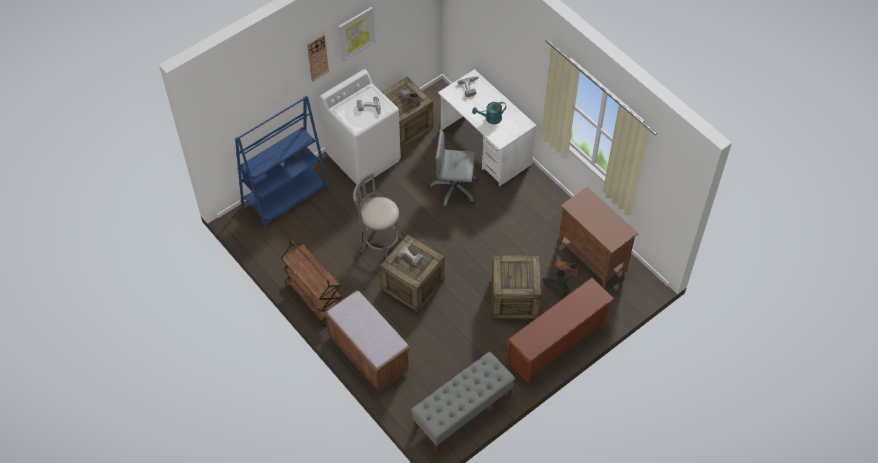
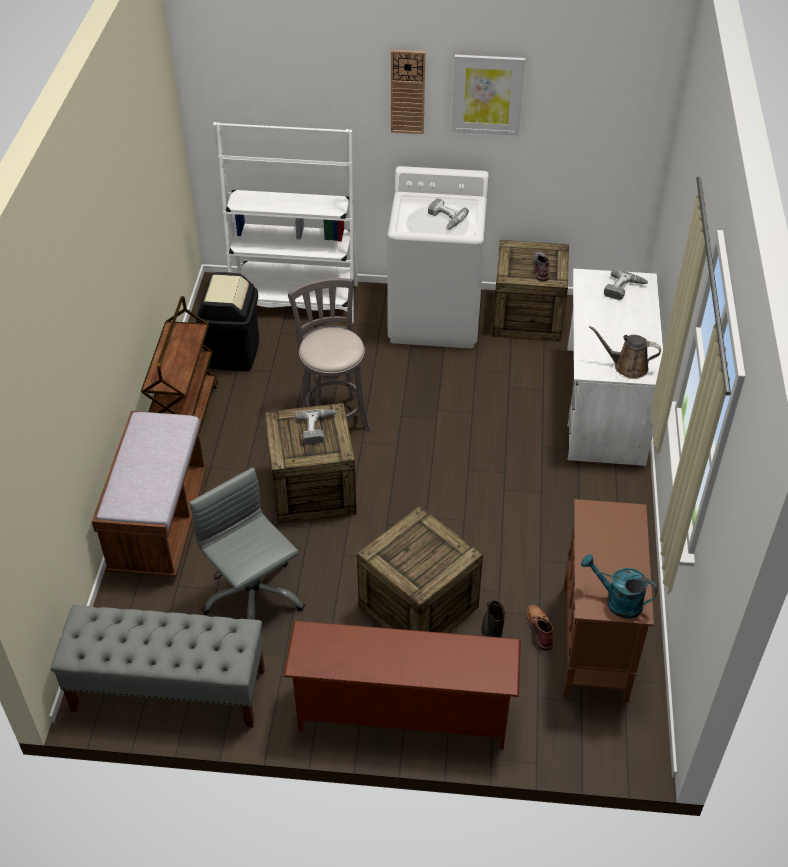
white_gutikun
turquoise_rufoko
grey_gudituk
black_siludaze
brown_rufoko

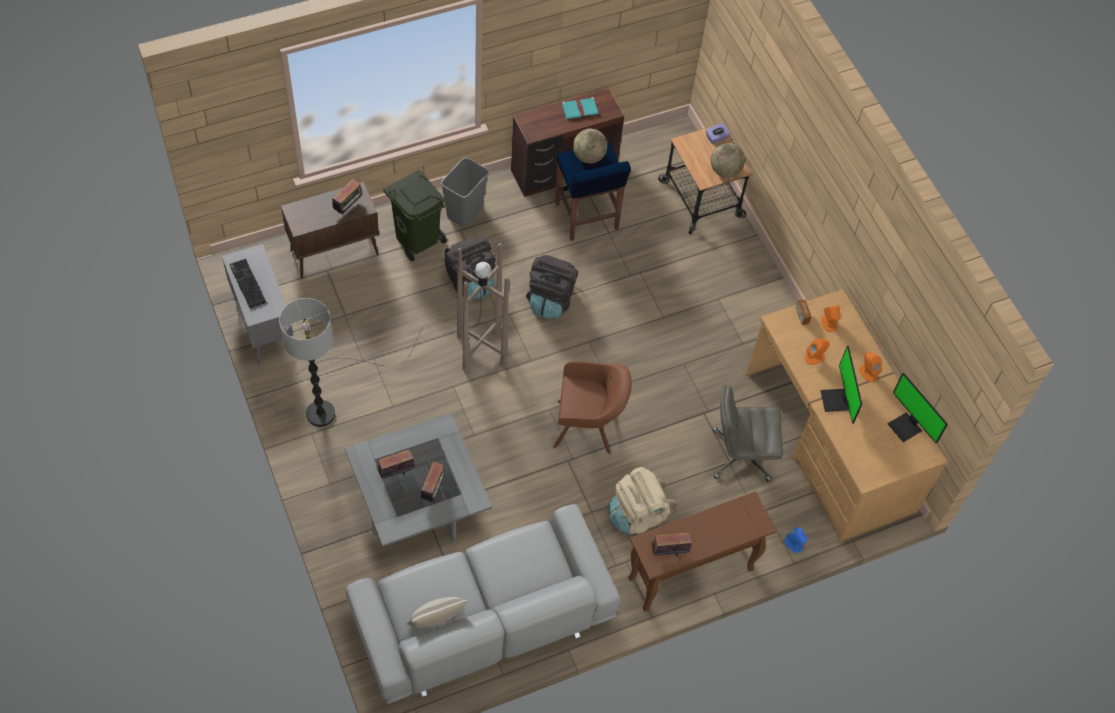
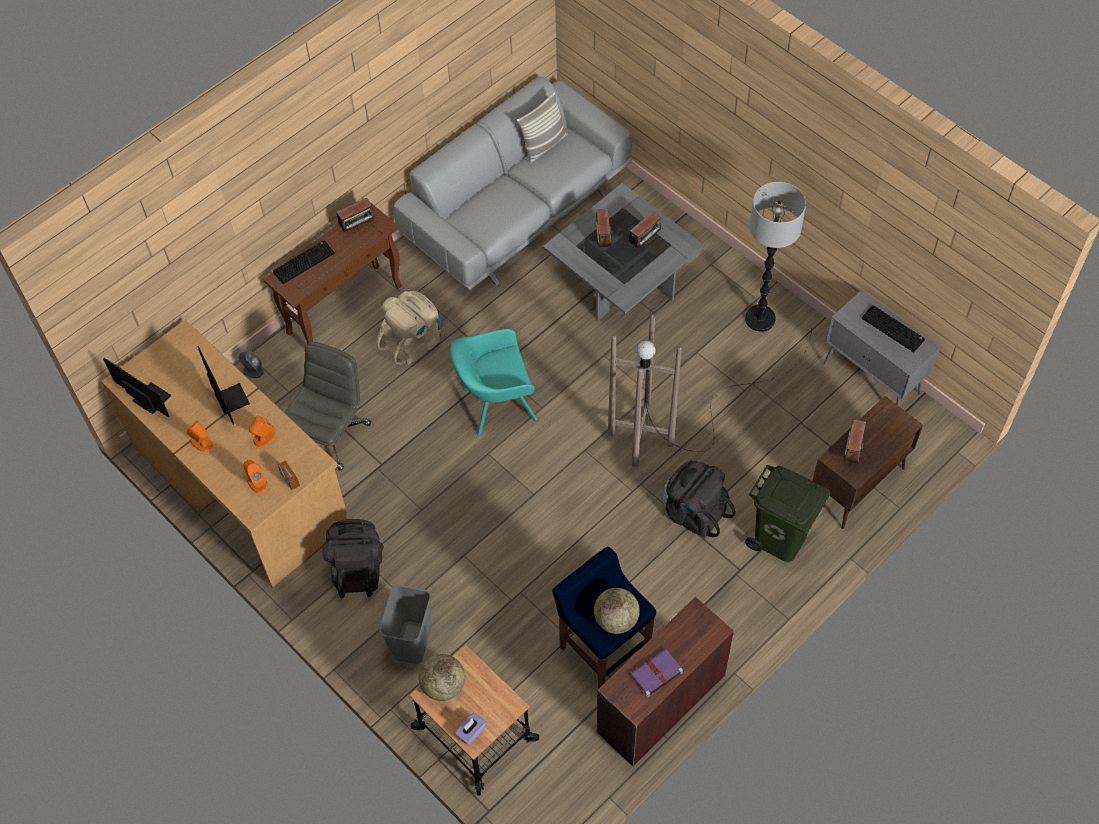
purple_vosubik
grey_siludaze
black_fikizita (1st from left)
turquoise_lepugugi
grey_gudituk
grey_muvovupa
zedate (1st from left)

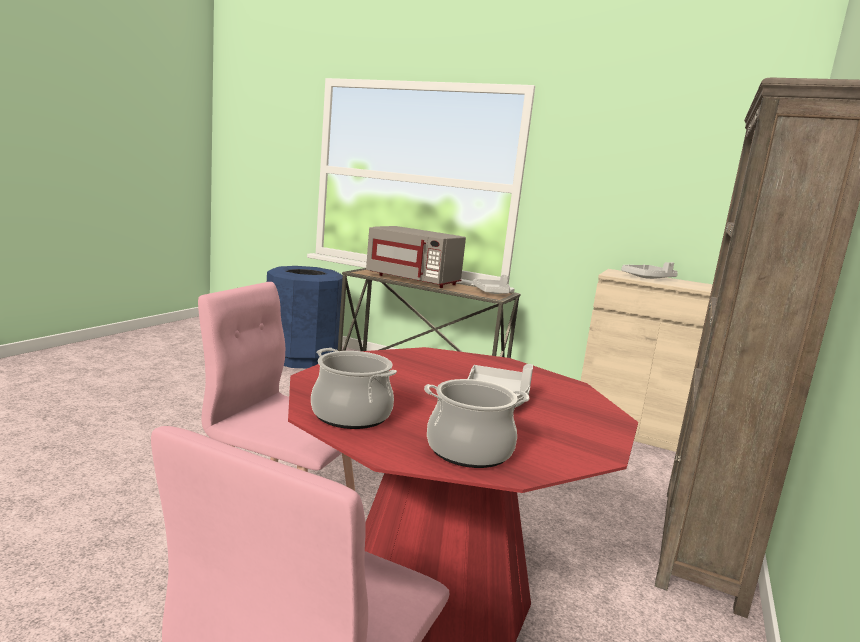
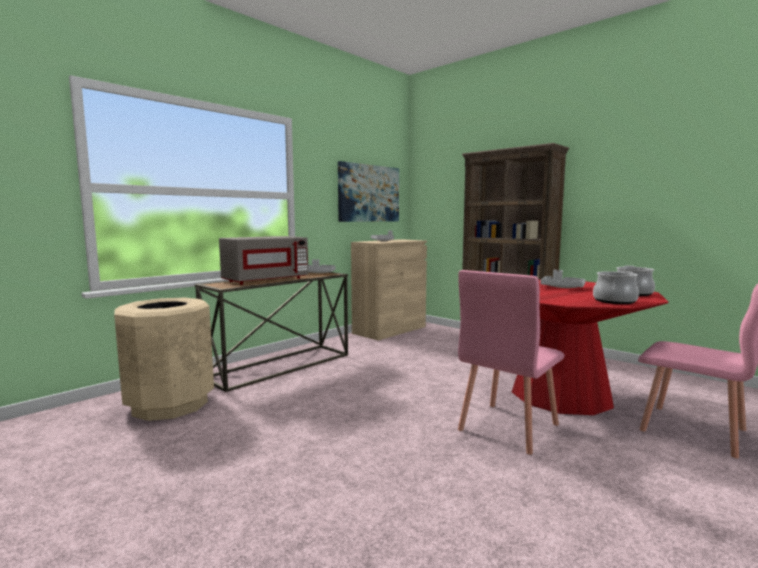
beige_siludaze
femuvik

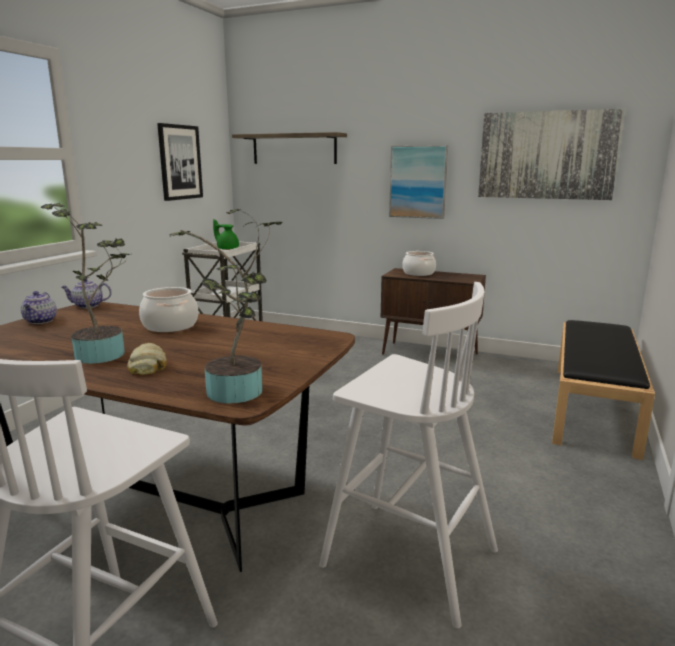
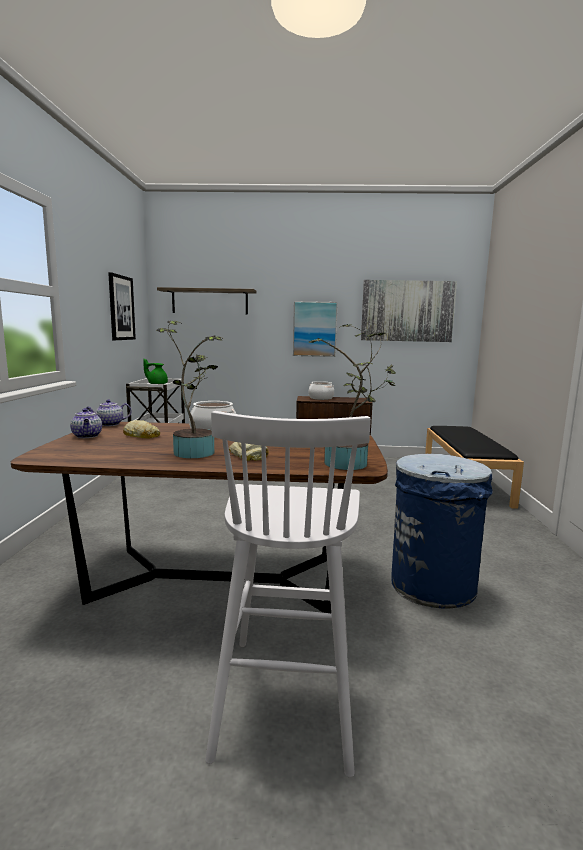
blue_siludaze
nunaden (1st from left)

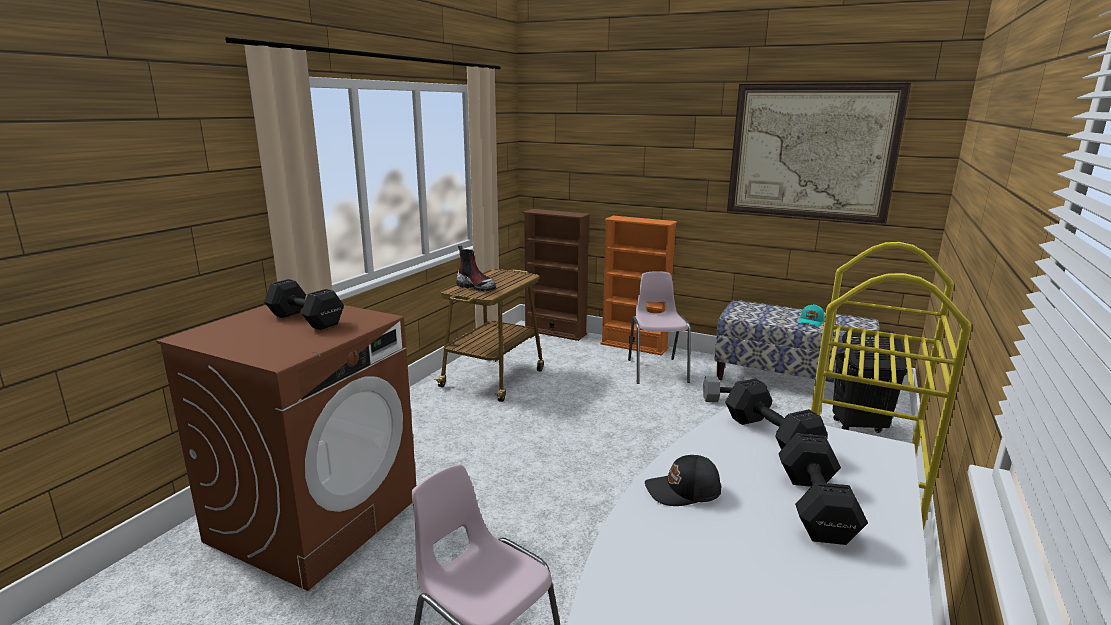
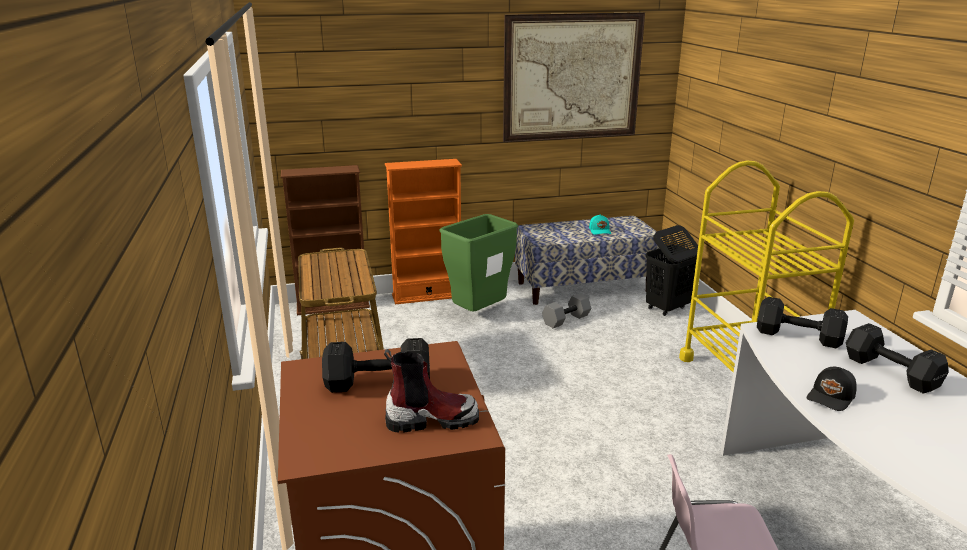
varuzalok
green_siludaze

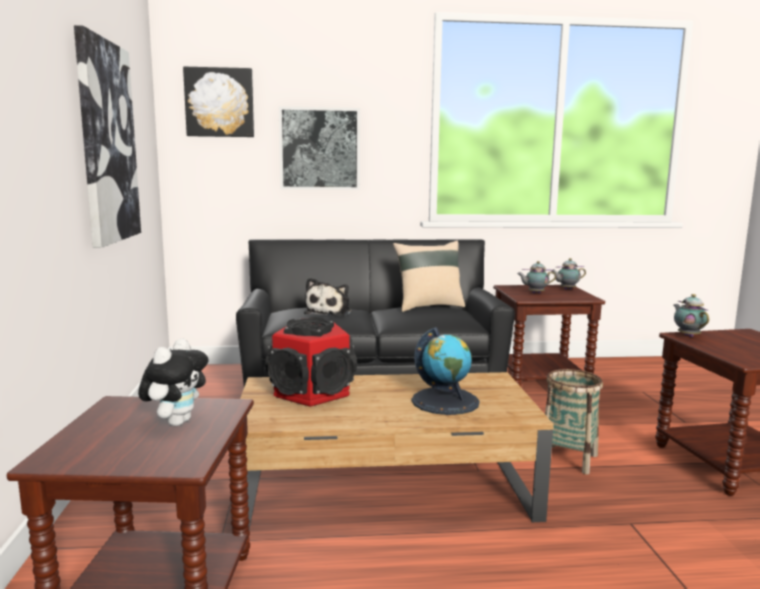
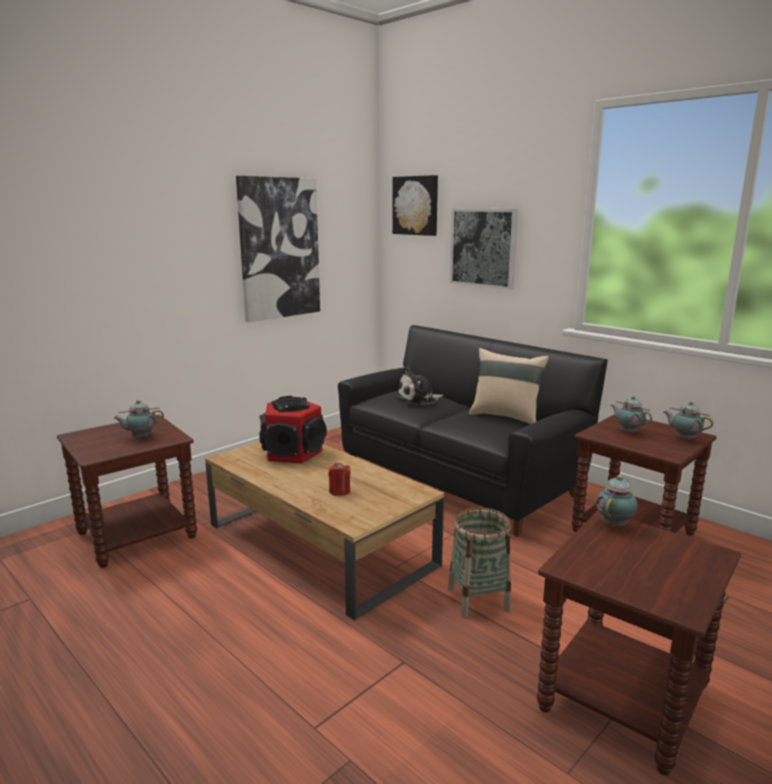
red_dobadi
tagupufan (1st from left)

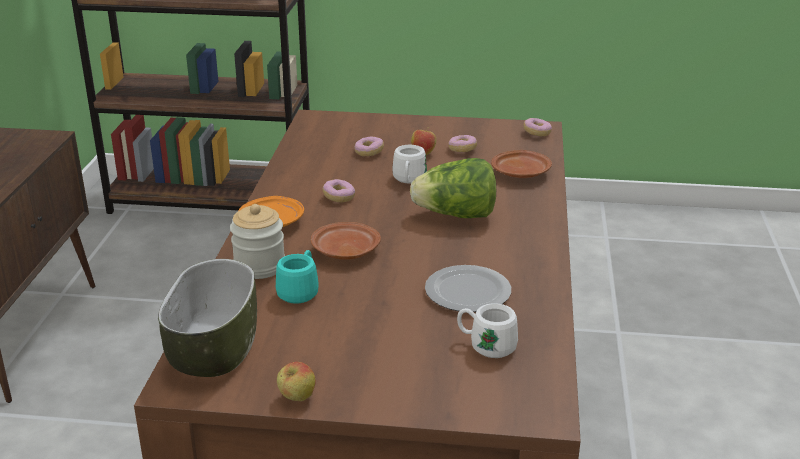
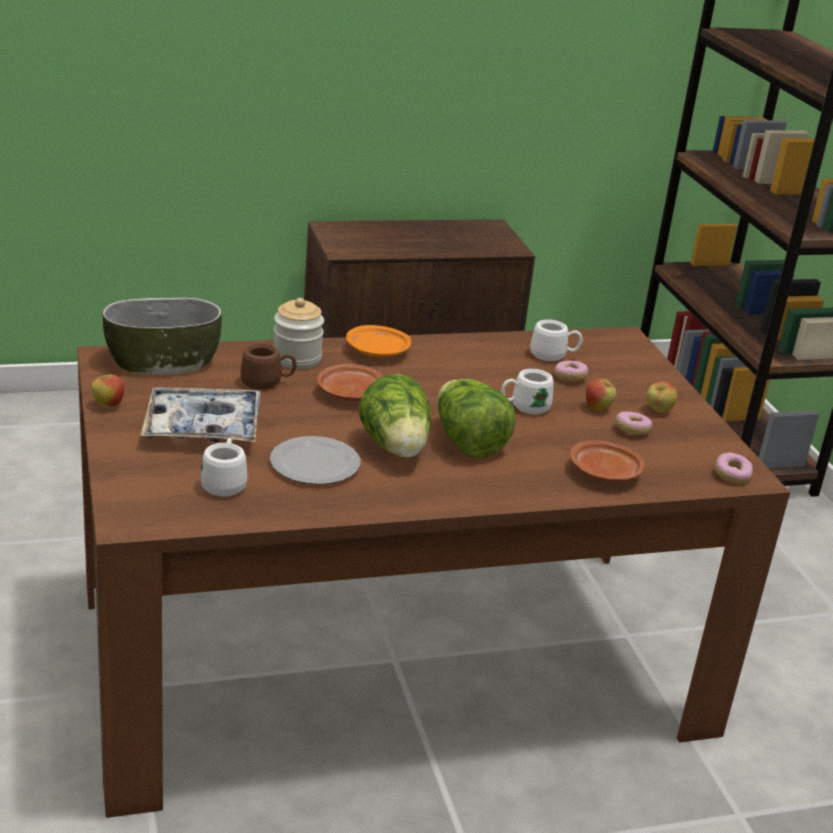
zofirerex (1st from left in the first image)
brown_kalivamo
white_kalivamo (3rd from left)
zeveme (1st from left)
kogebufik (3rd from left)
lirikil

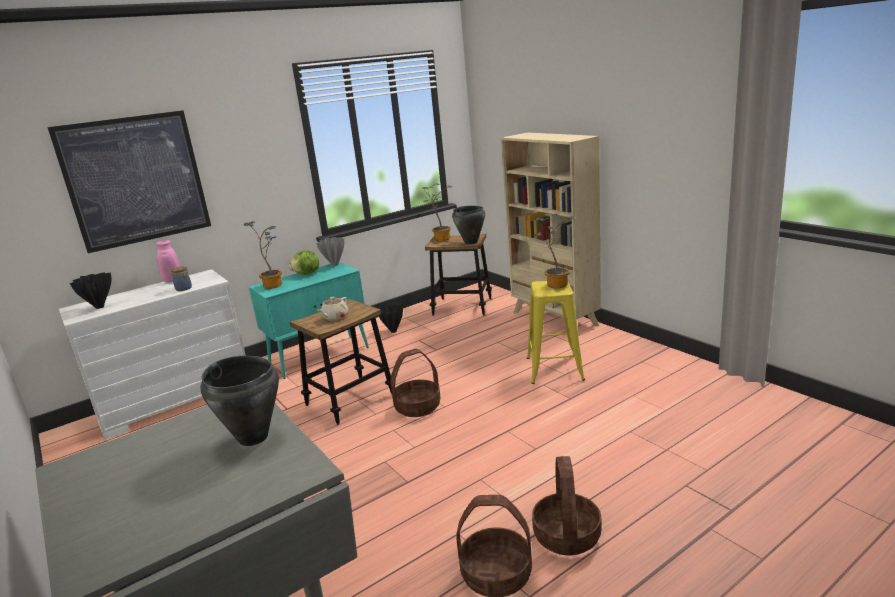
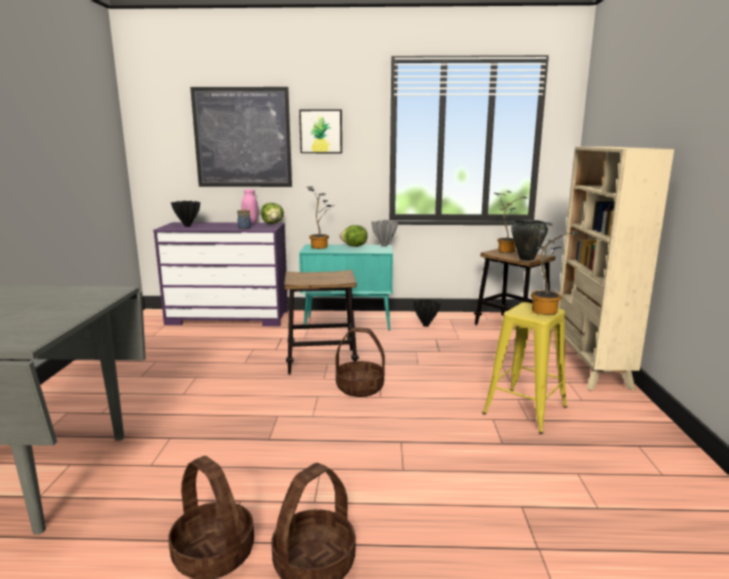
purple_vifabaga
beige_tagupufan
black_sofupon (1st from left in the first image)
femuvik (2nd from left)
zeveme (1st from left)

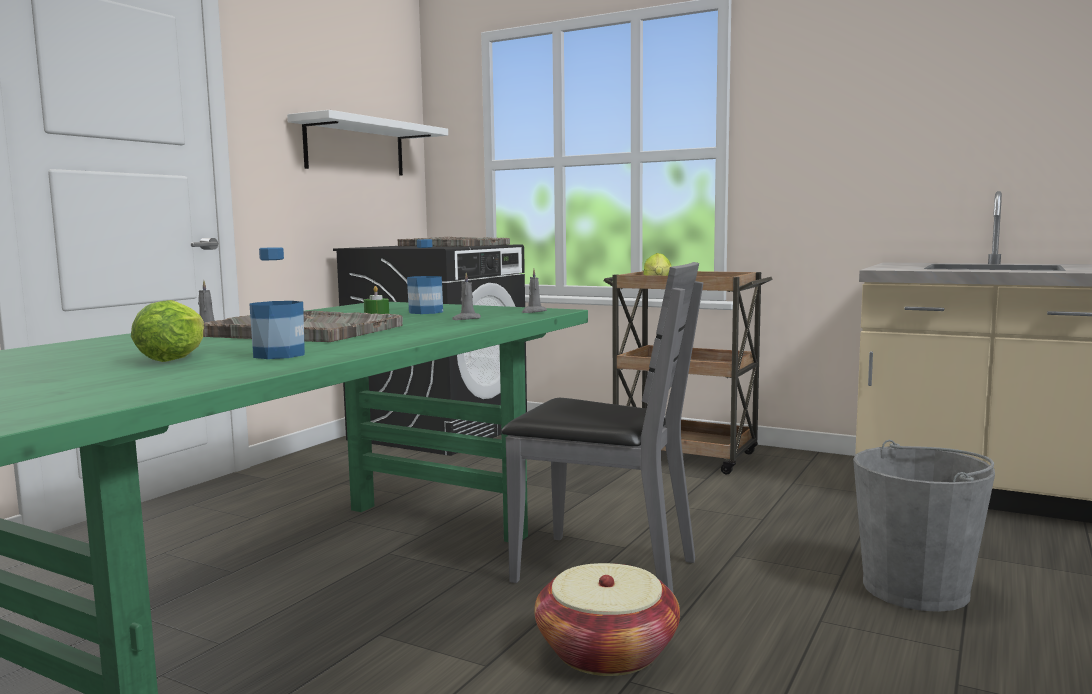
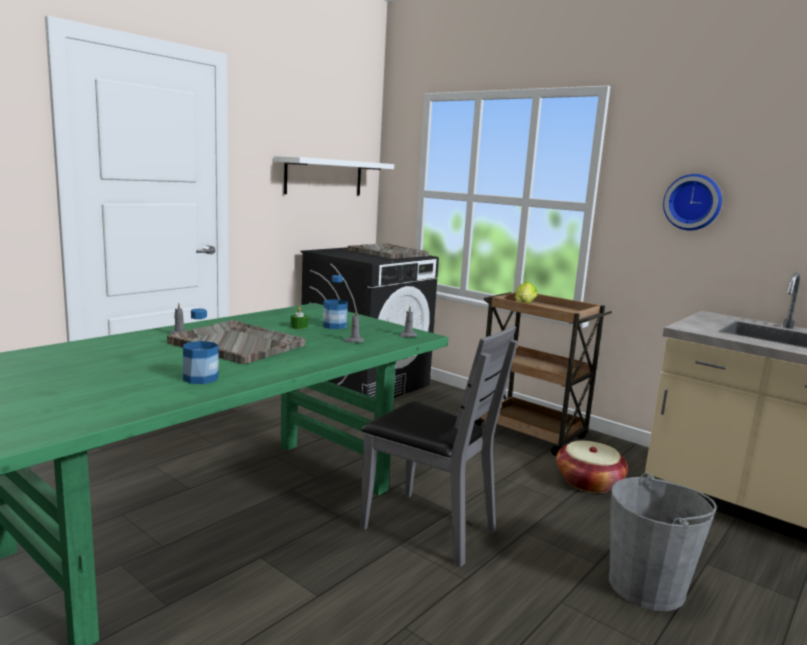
zeveme (1st from left in the first image)
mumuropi
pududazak

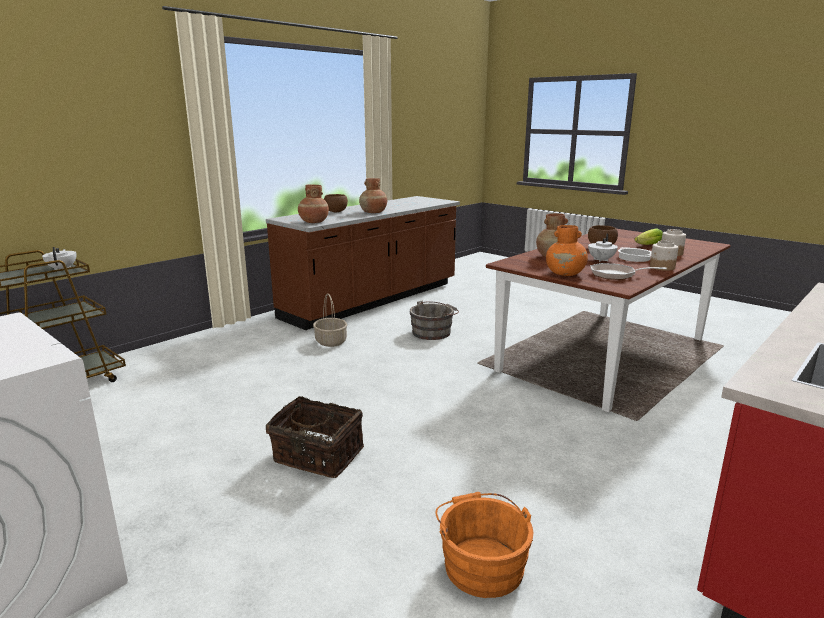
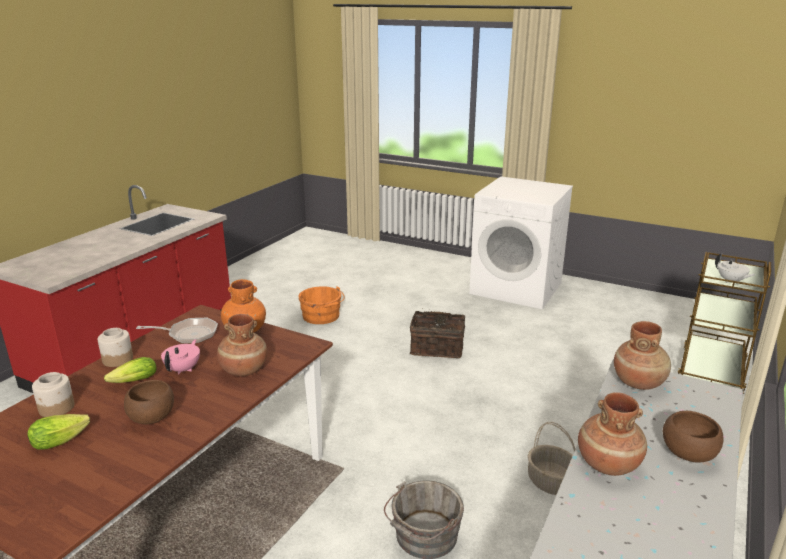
pink_tagupufan
zeveme (2nd from left)

